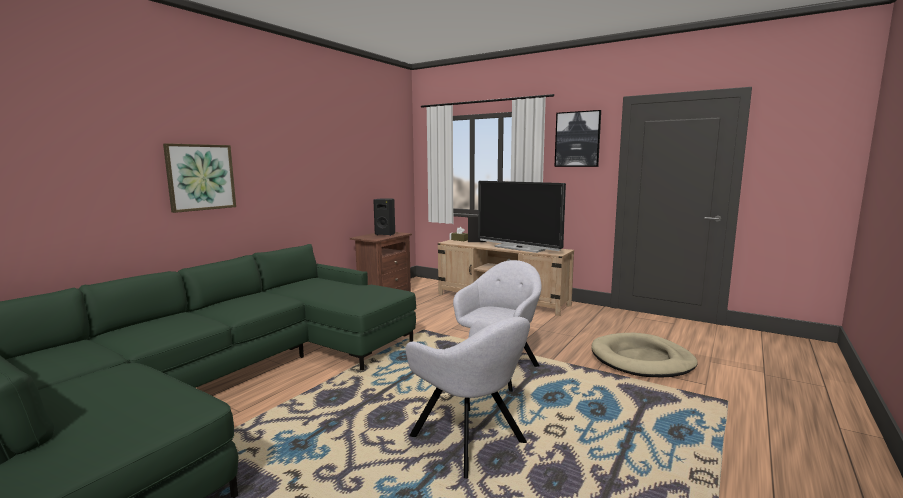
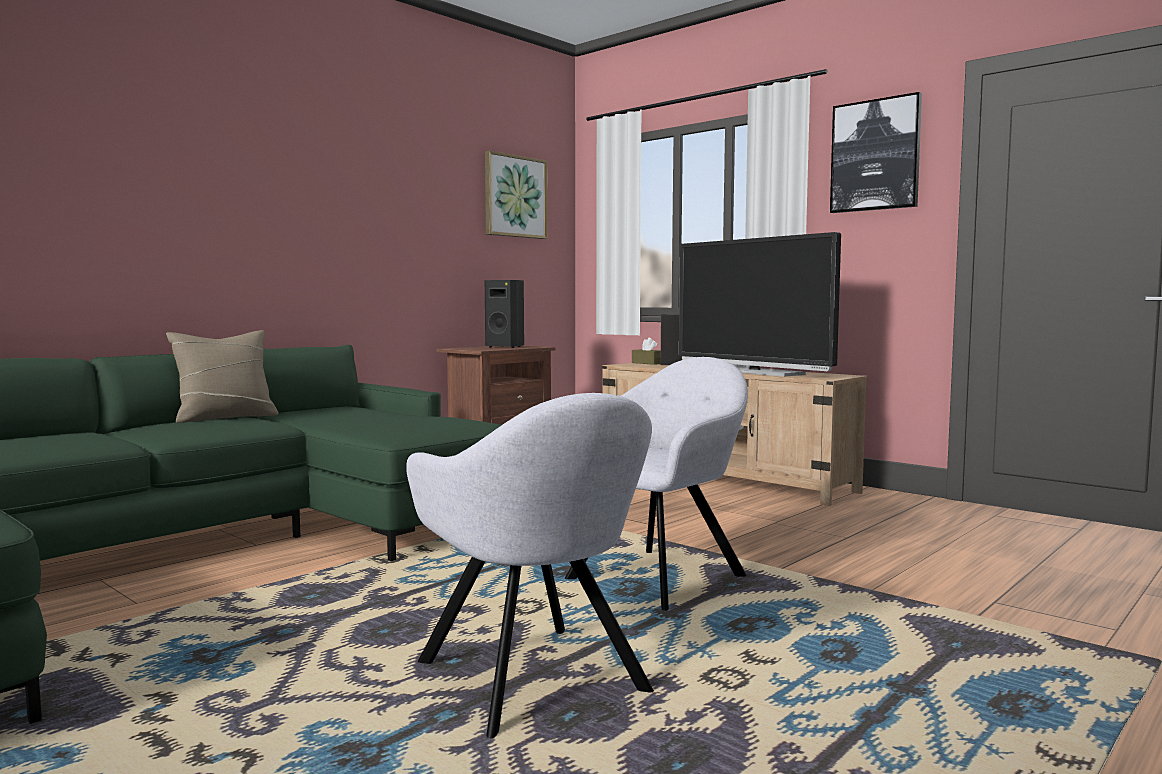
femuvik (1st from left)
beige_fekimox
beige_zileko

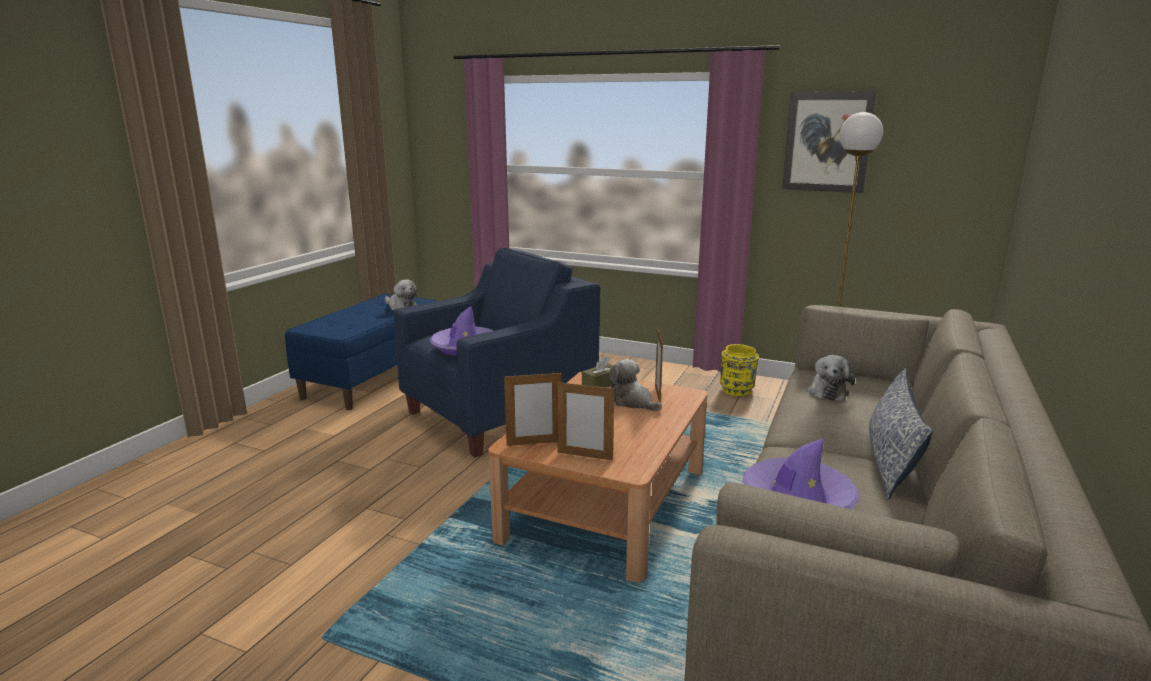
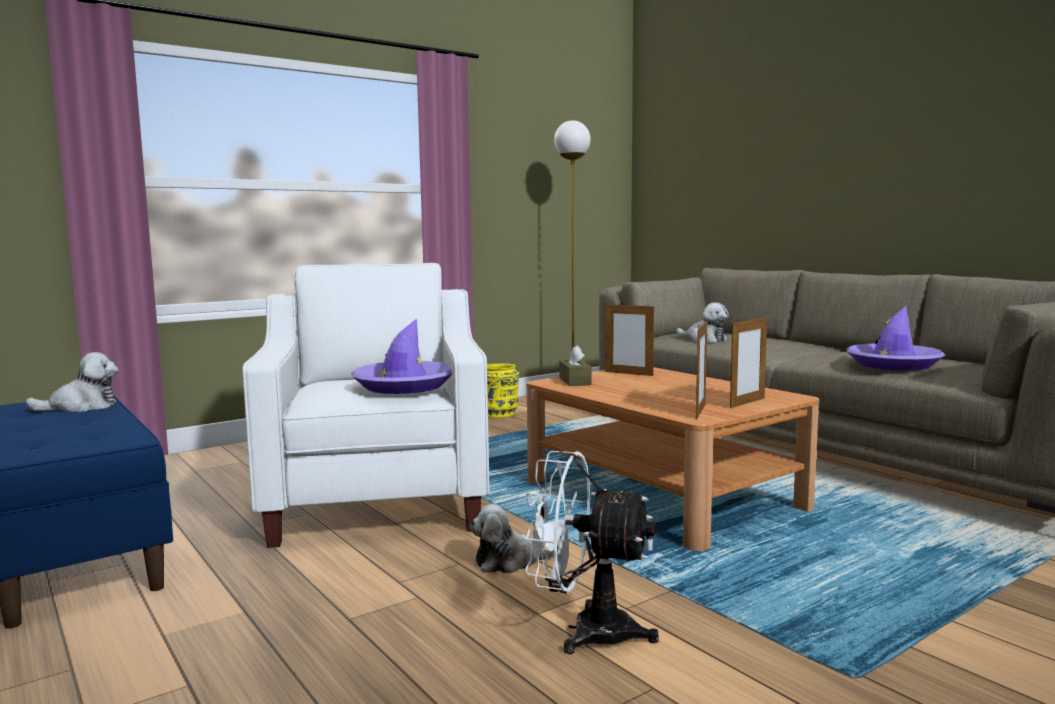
femuvik
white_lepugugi
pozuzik (2nd from left)
zileko
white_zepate

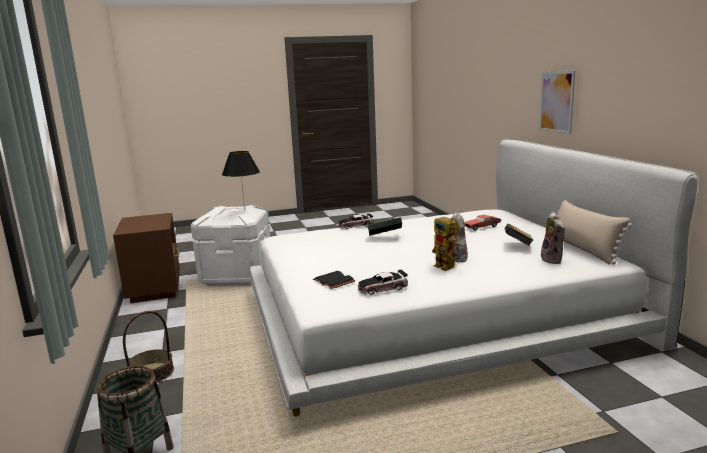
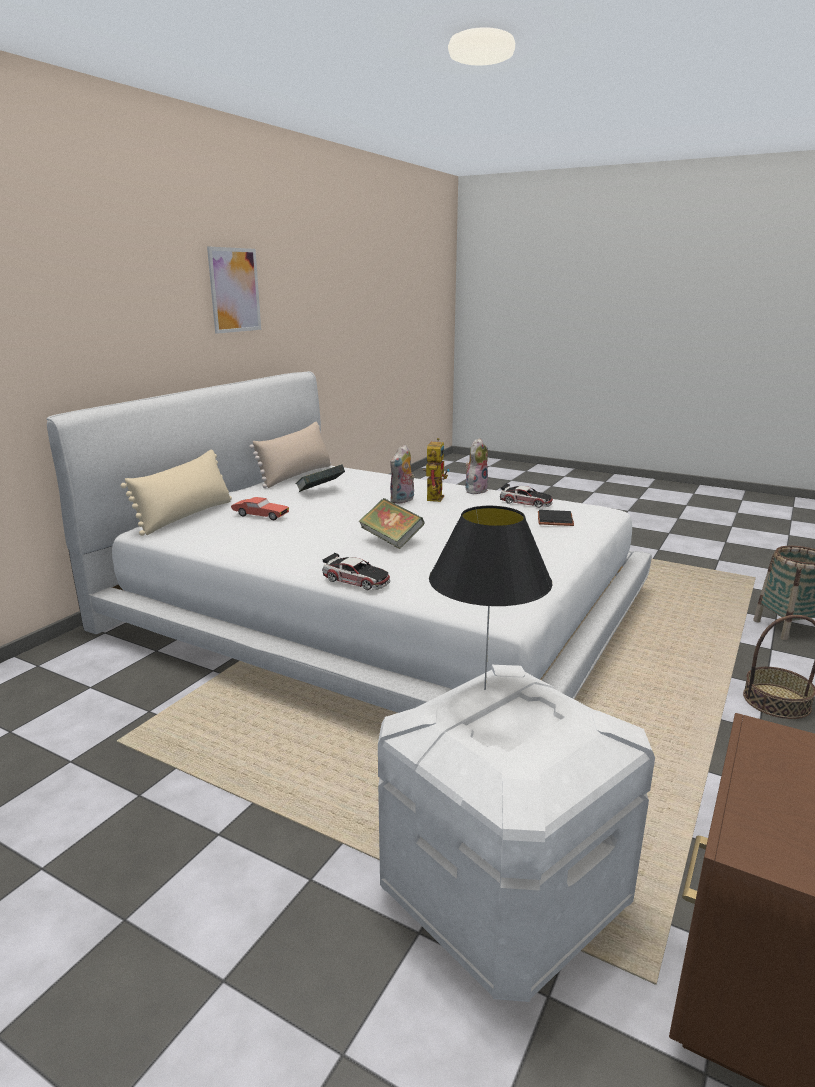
femuvik
pozuzik (2nd from left)
beige_zileko (1st from left)

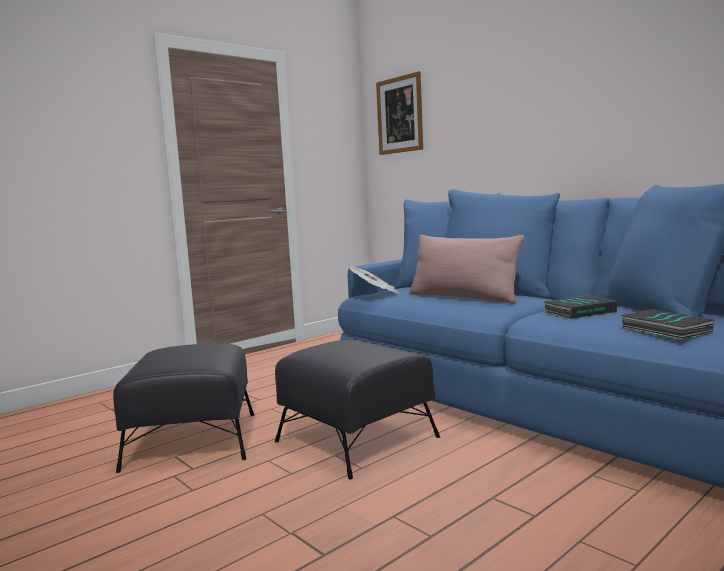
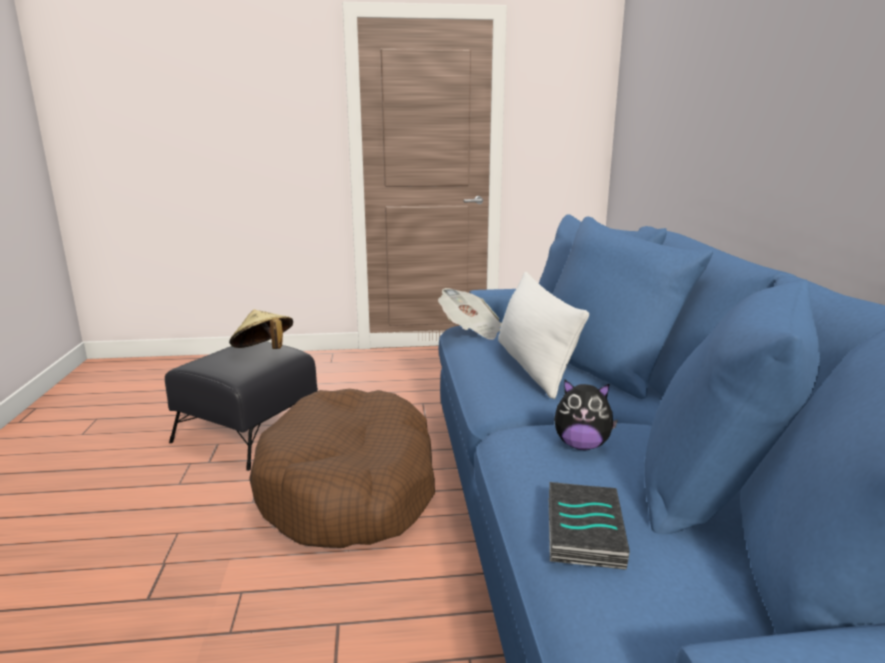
femuvik
white_zileko
pozuzik
brown_fekimox
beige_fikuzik

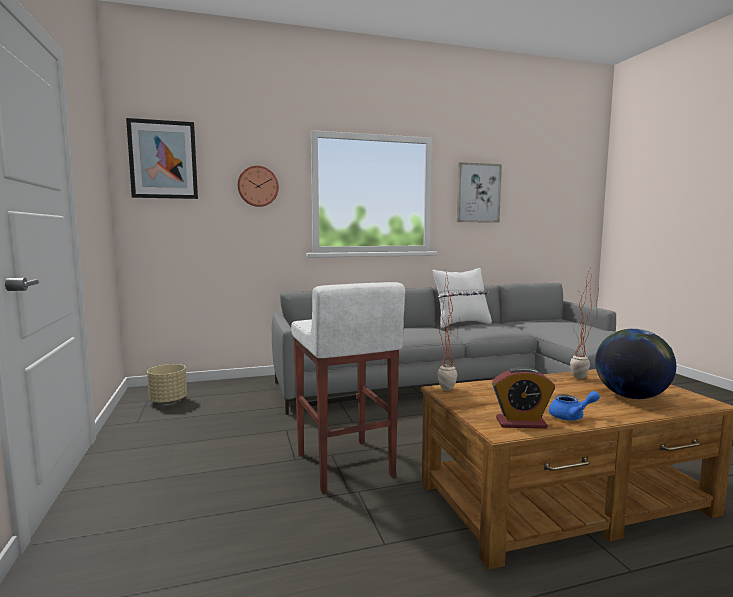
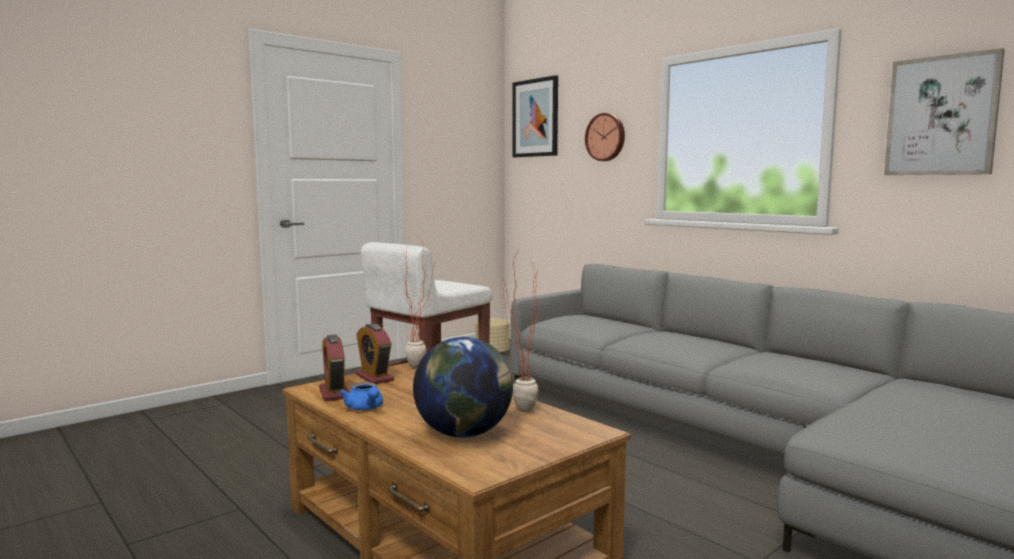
white_zileko
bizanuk (2nd from left)

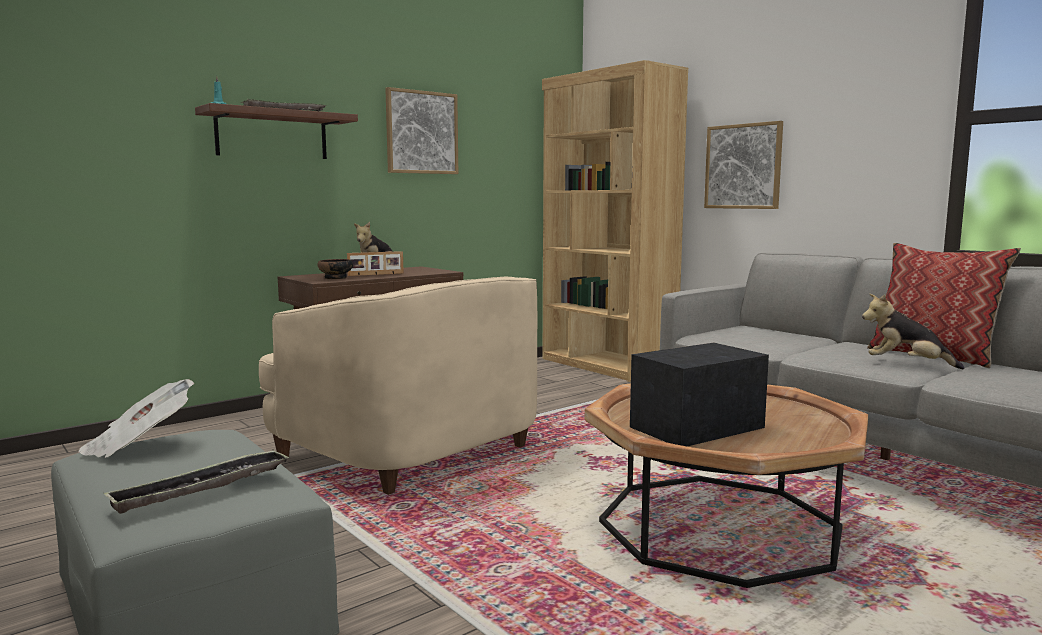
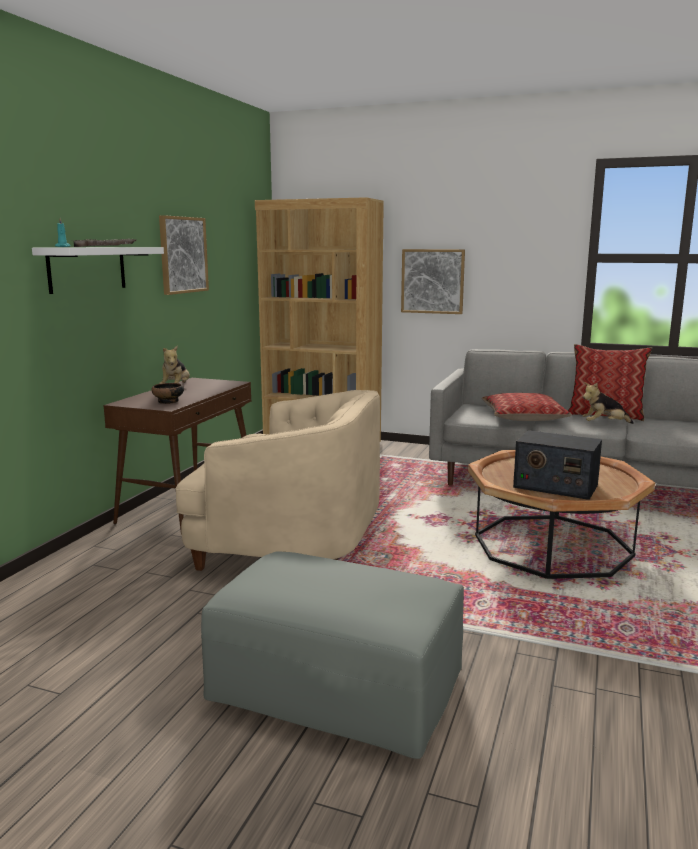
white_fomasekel
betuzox
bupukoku
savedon
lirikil (1st from left in the first image)
zileko (1st from left)

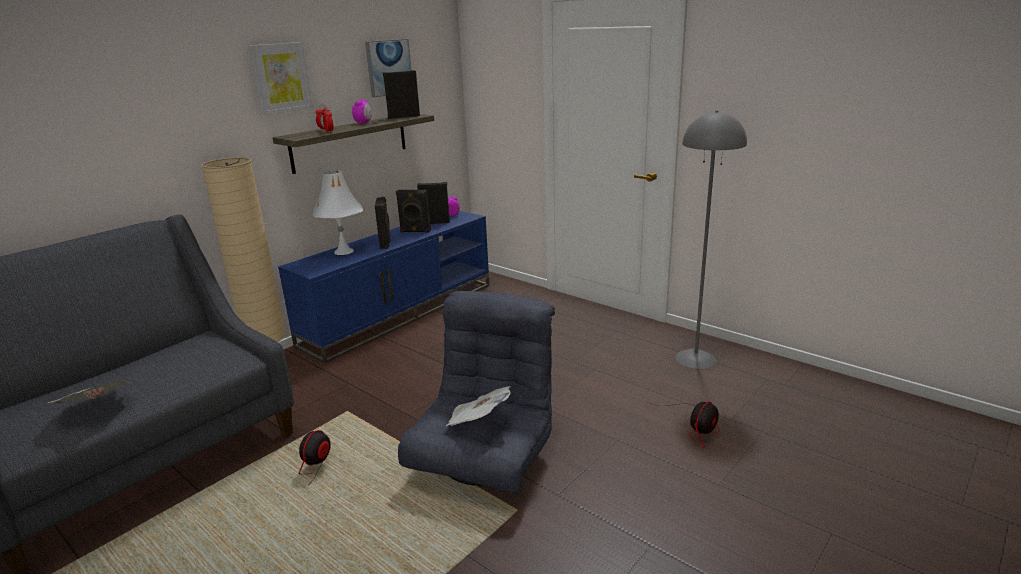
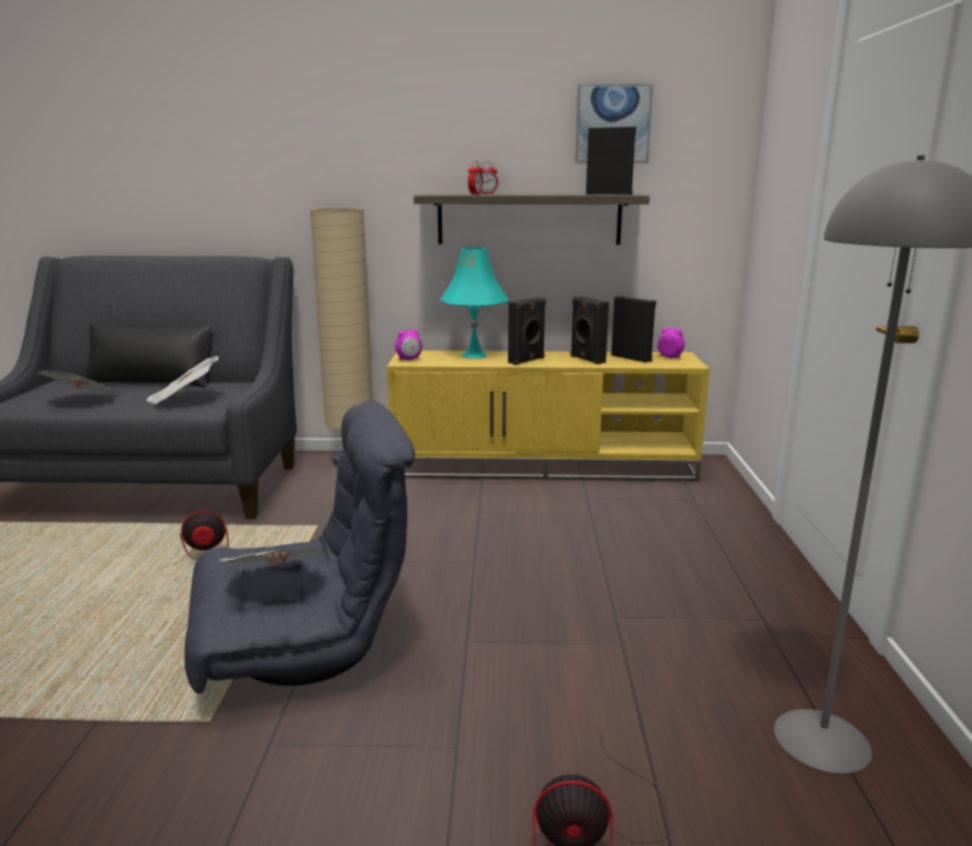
femuvik (1st from left in the first image)
bizanuk (1st from left)
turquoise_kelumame
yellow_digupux
black_zileko
savedon (2nd from left)

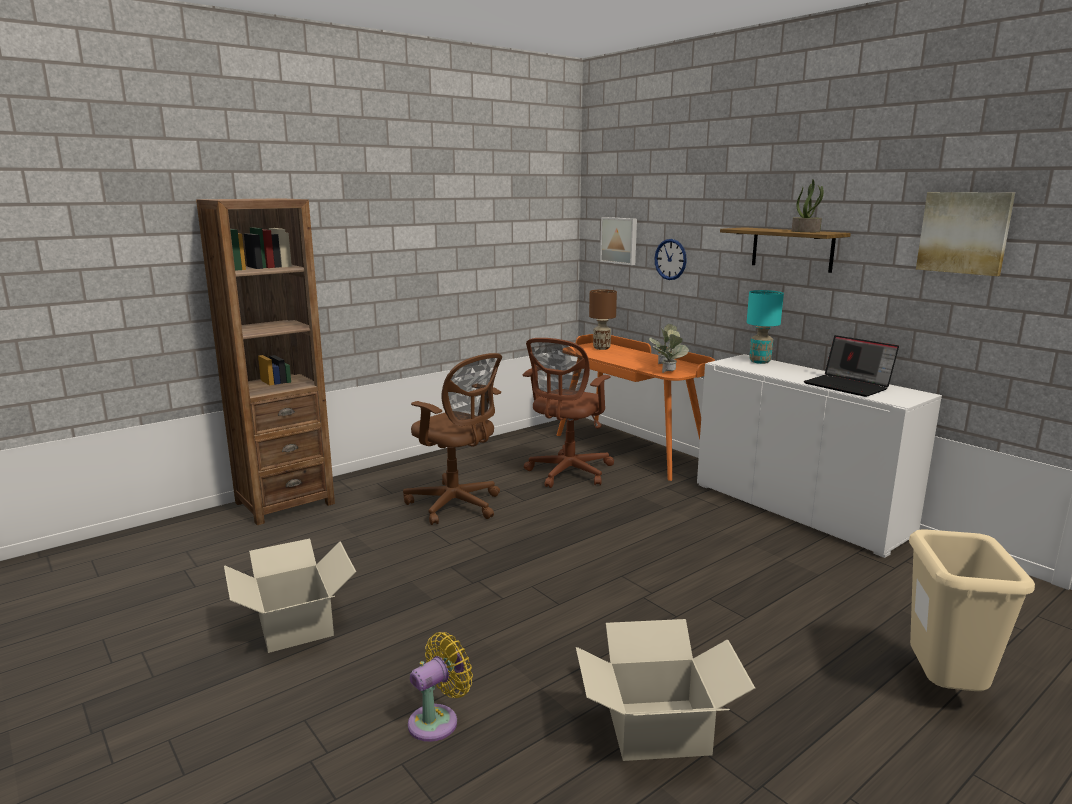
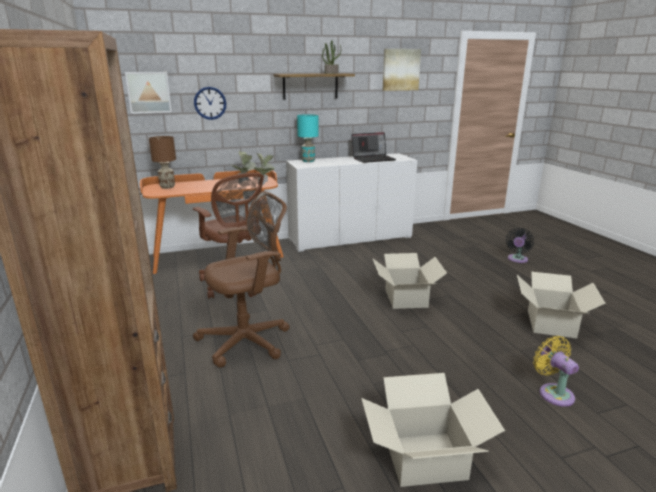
black_zepate
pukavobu (1st from left)

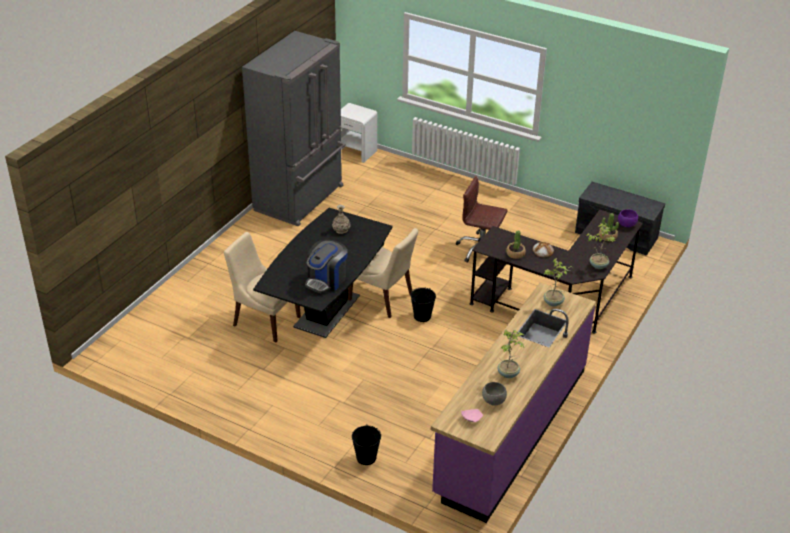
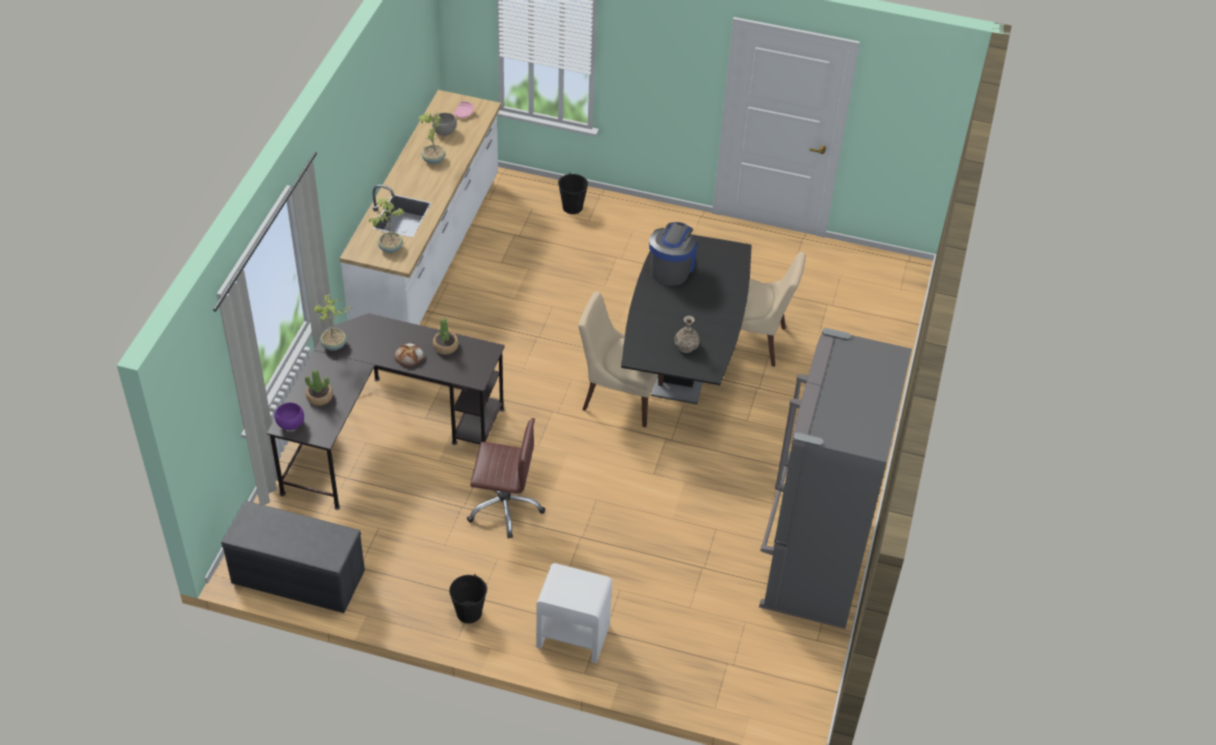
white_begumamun
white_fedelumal
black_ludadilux (1st from left)

